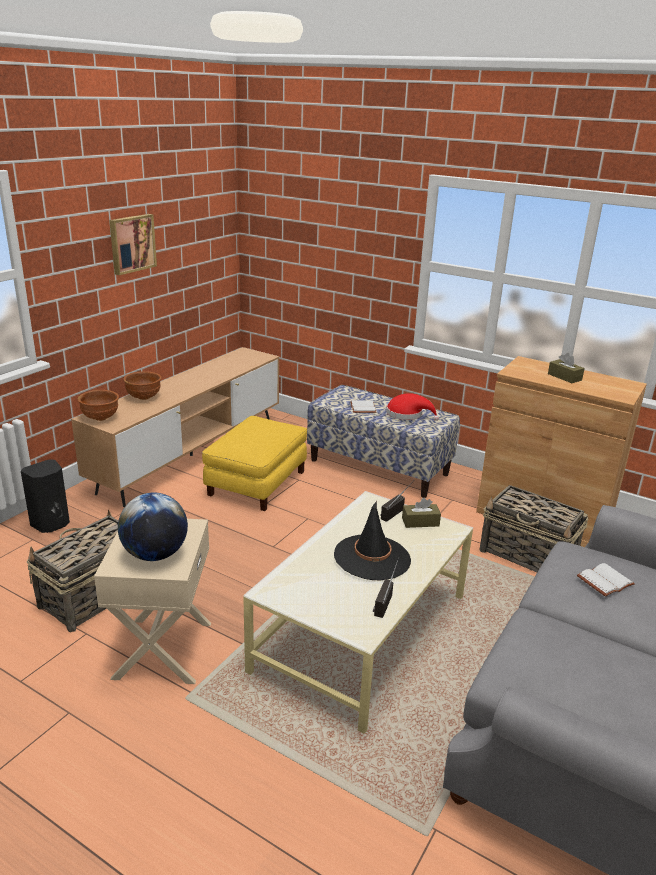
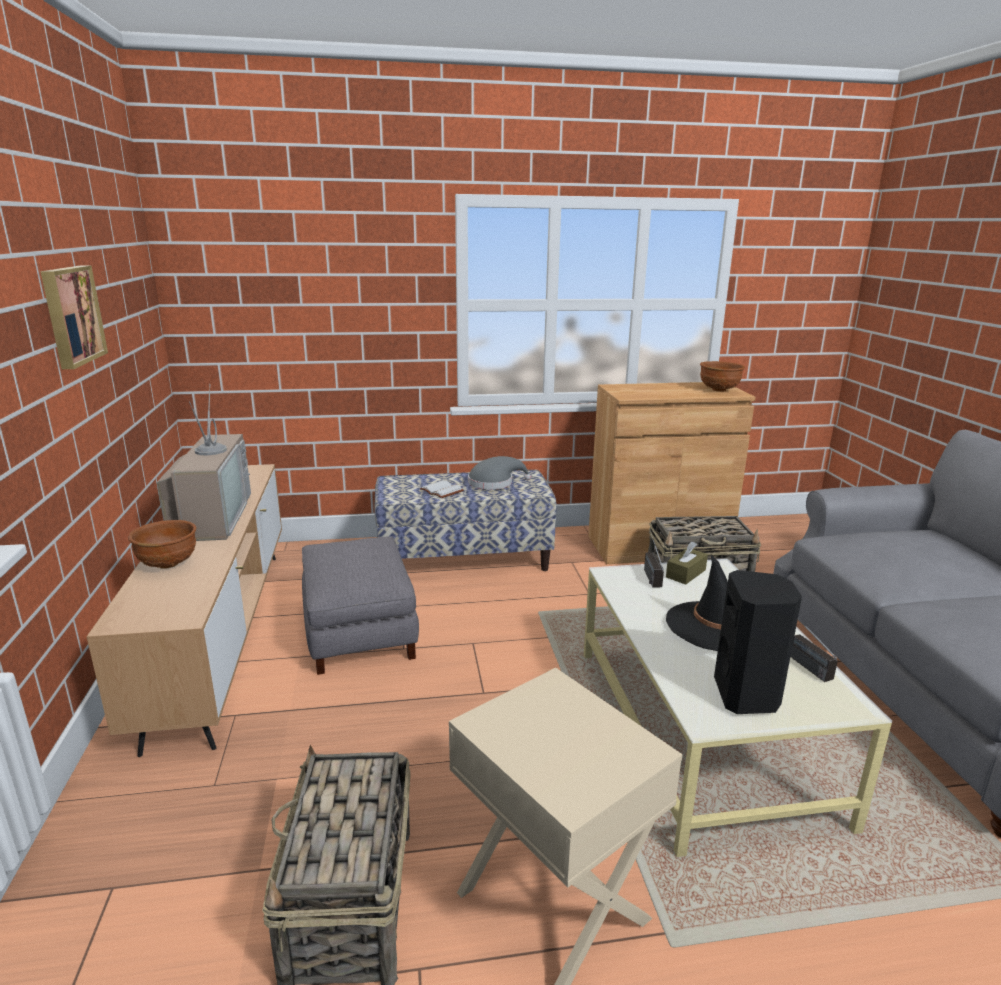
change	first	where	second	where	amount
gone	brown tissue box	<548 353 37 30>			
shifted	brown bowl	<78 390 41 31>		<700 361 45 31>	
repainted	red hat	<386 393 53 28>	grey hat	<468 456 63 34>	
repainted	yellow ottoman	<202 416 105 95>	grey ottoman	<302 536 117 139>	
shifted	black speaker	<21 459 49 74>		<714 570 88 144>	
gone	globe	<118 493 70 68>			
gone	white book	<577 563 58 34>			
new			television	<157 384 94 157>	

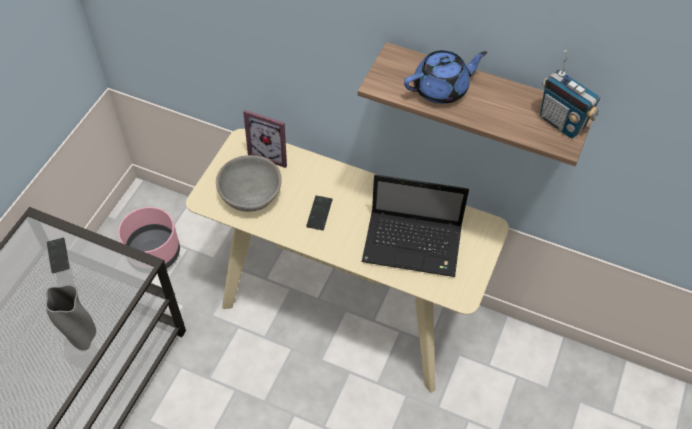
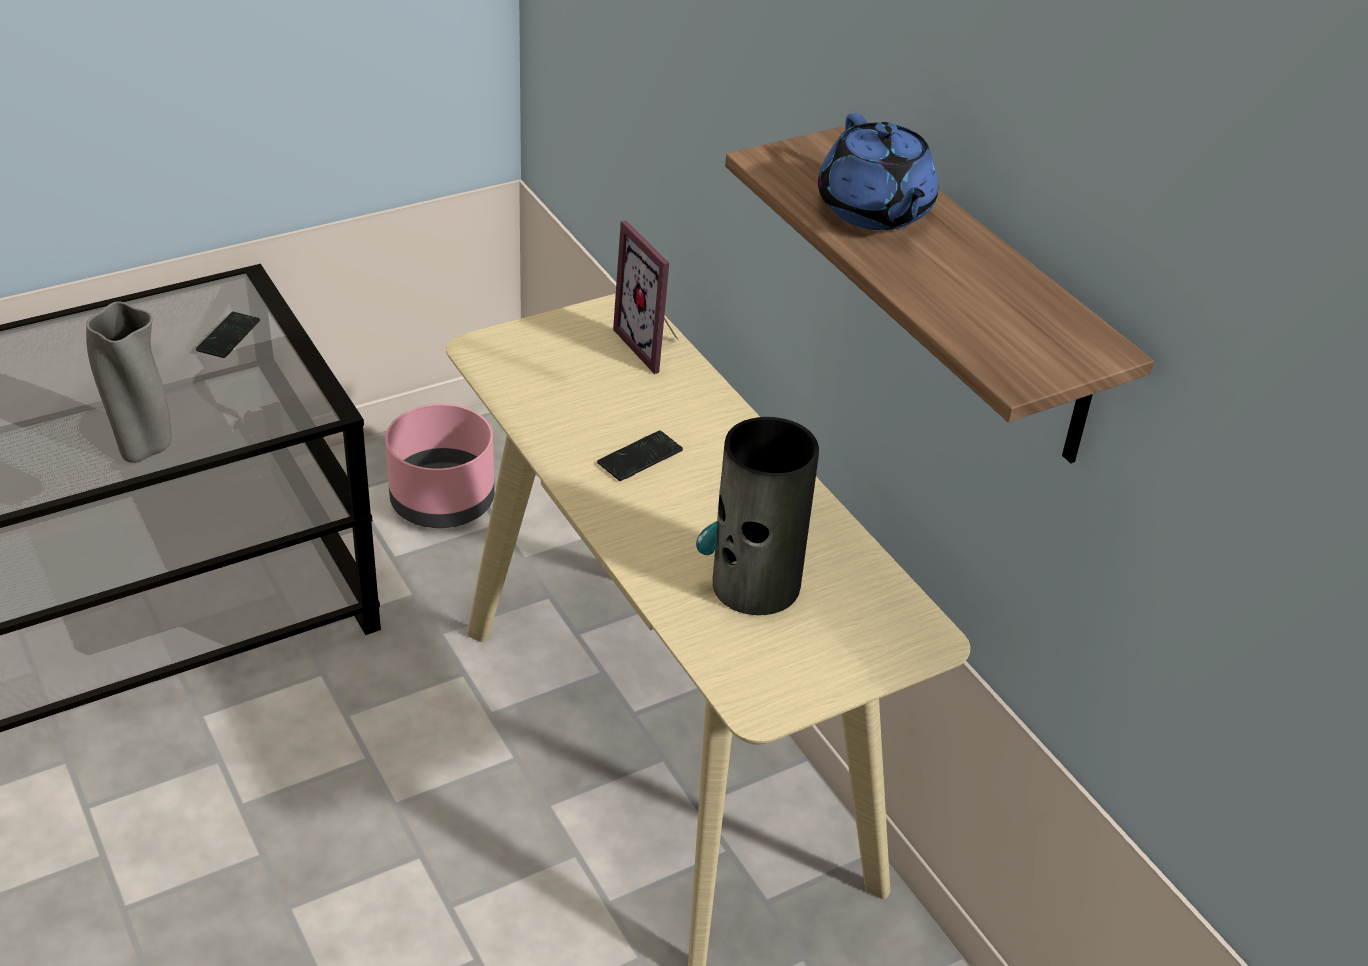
change	first	where	second	where	amount
rotated	blue teapot	<404 50 83 54>		<818 113 120 117>	60 degrees clockwise
gone	radio	<540 50 60 88>			
gone	grey bowl	<216 155 66 57>			
swapped	laptop	<362 174 107 103>	vase	<696 417 123 198>	

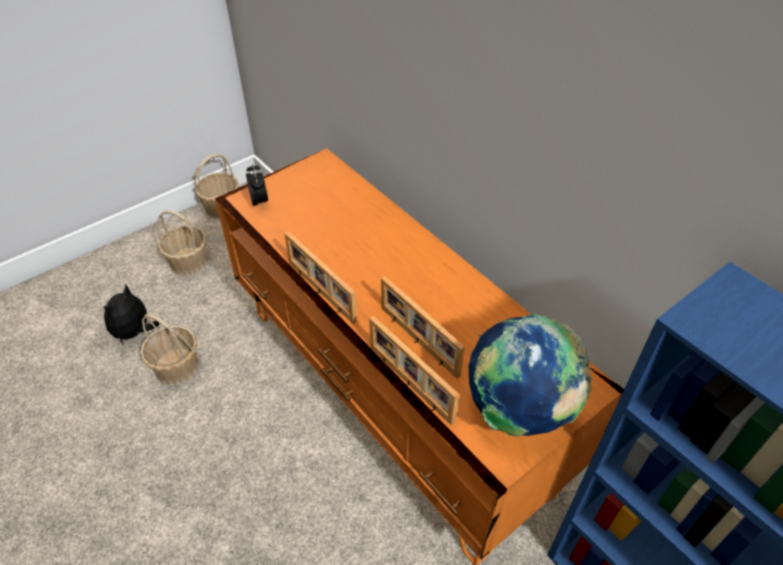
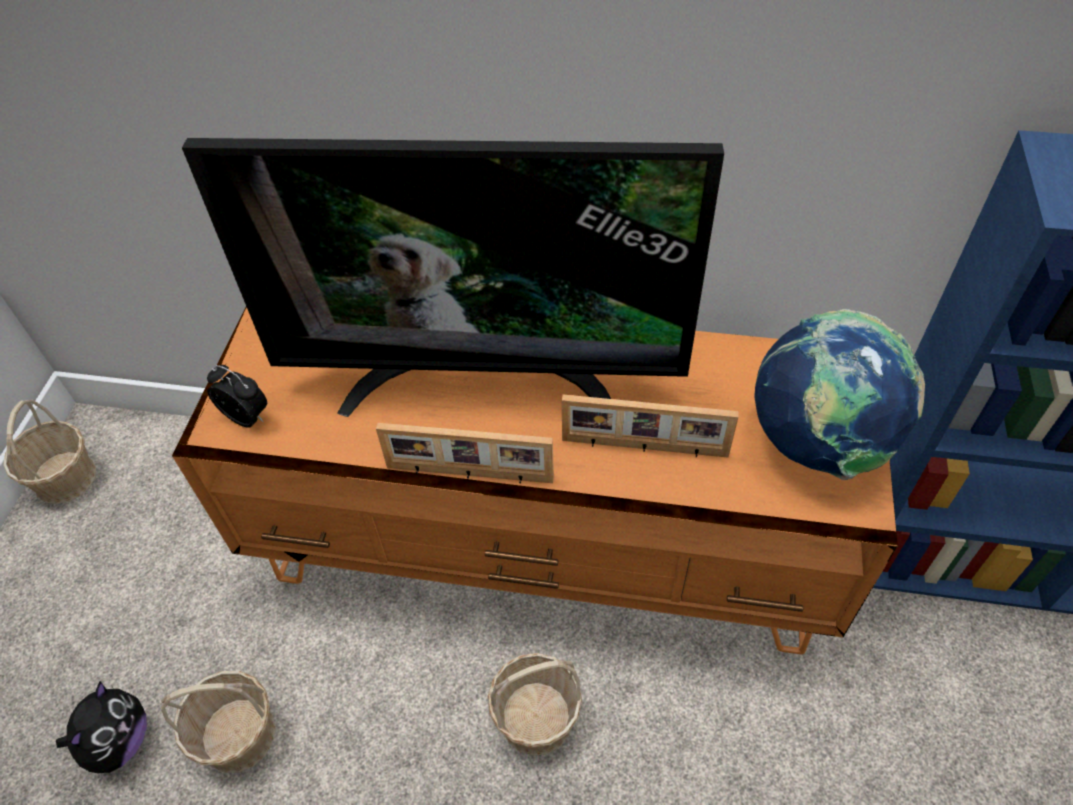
change	first	where	second	where	amount
shifted	basket	<157 210 51 66>		<488 653 94 103>	
rotated	plush toy	<103 284 57 61>		<56 681 91 92>	150 degrees counterclockwise
gone	picture frame	<369 316 90 109>			
new			television	<182 138 542 279>	

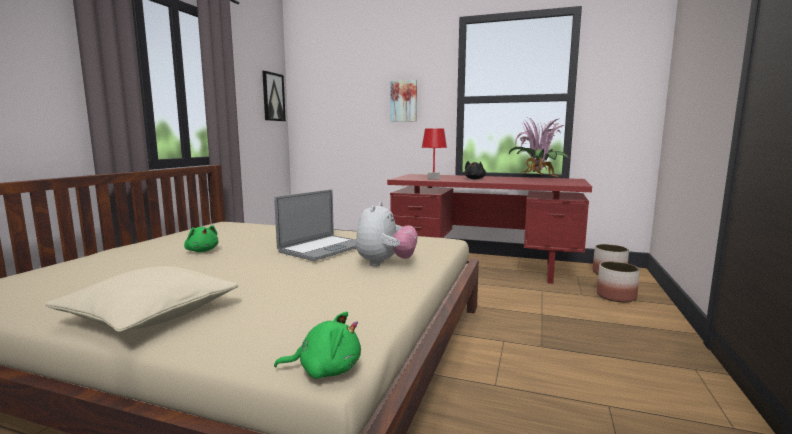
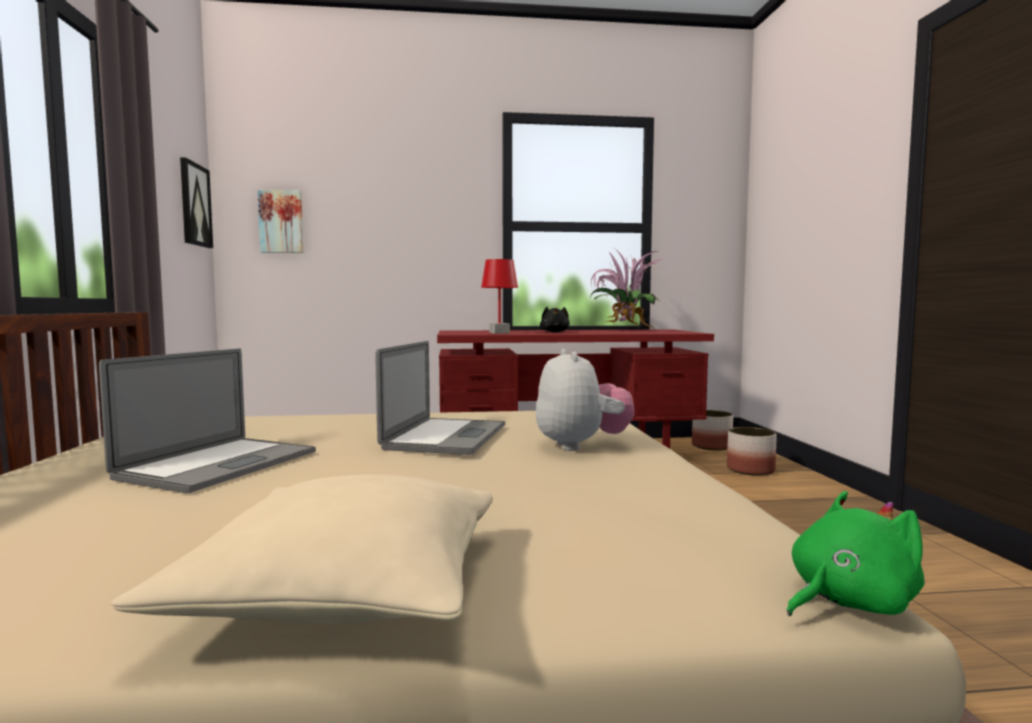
change	first	where	second	where	amount
shifted	picture	<391 80 26 42>		<258 190 45 63>	
swapped	green plush toy	<184 225 35 27>	laptop	<99 348 217 145>	

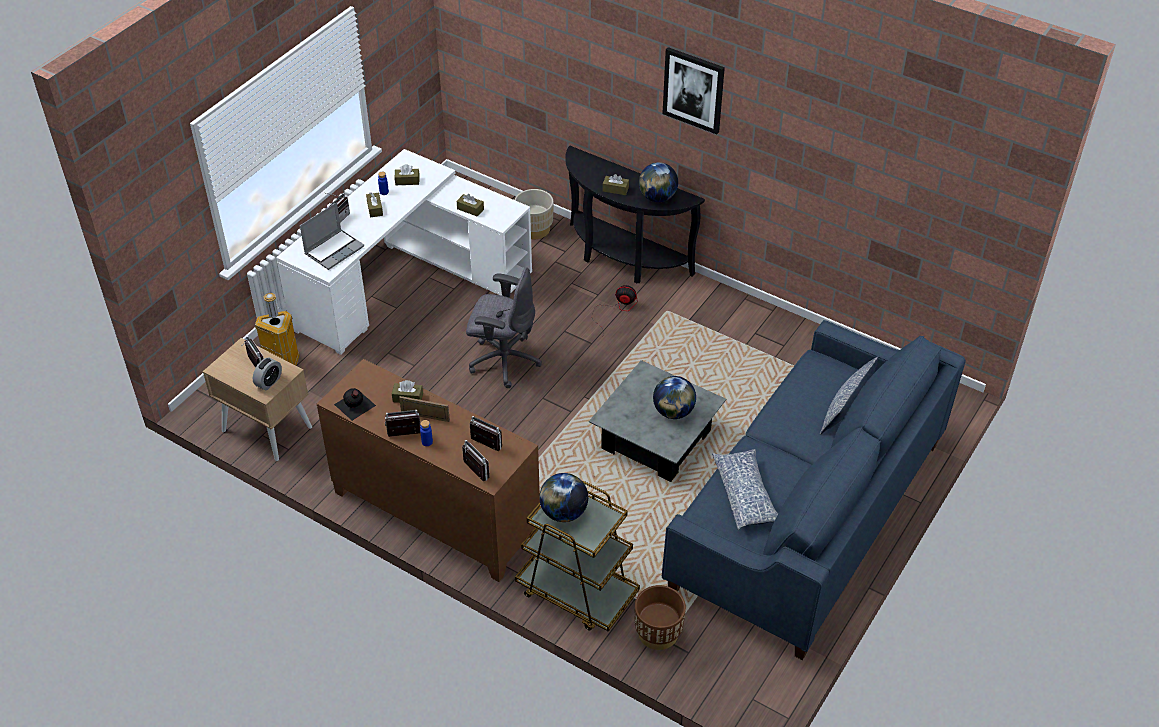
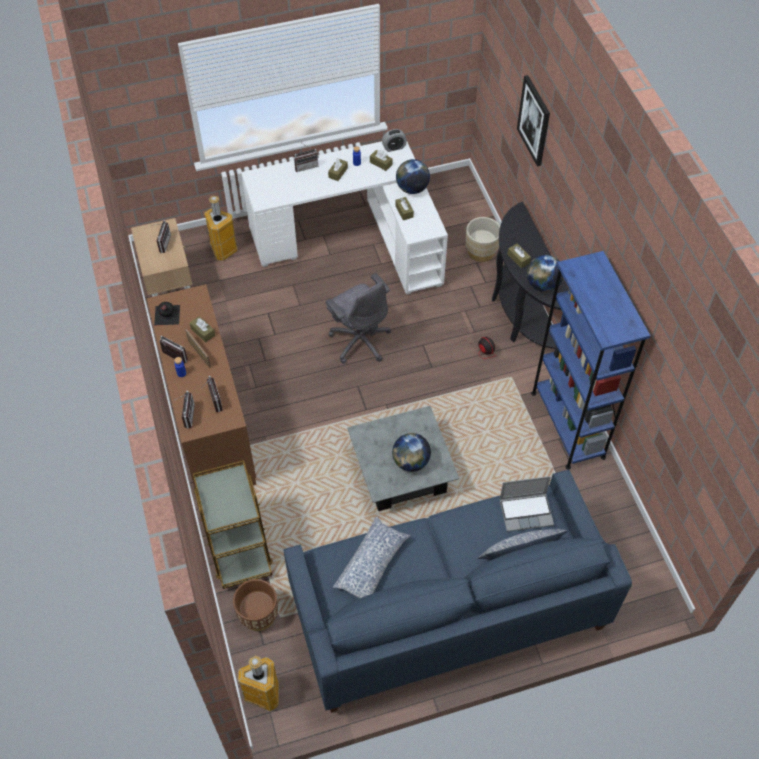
change	first	where	second	where	amount
shifted	picture	<662 47 63 87>		<517 75 33 92>	
shifted	laptop	<300 202 64 68>		<499 476 55 56>	
shifted	alarm clock	<253 358 29 32>		<382 129 25 23>	
shifted	globe	<539 473 49 49>		<396 159 34 35>	
new			blue bookcase	<531 251 120 218>	
new			trash can	<238 656 41 55>	

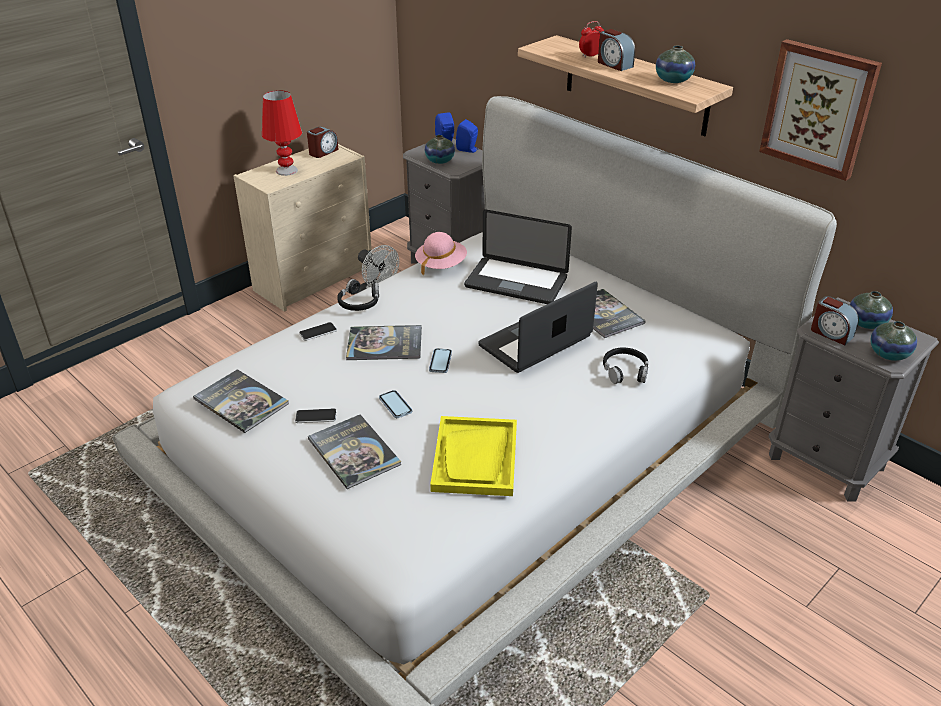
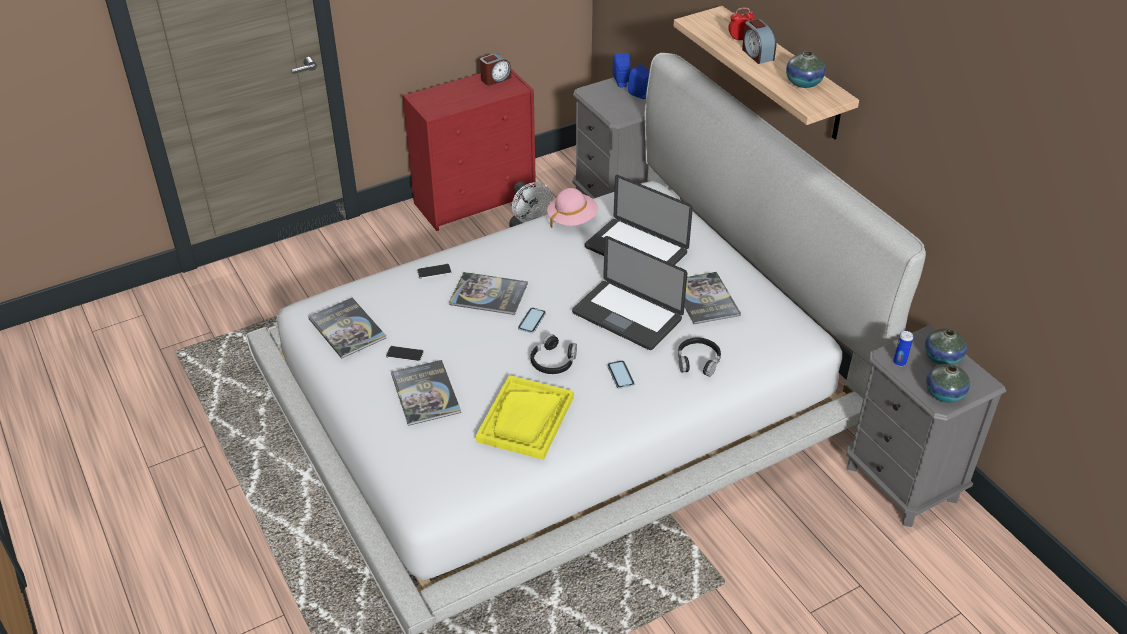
change	first	where	second	where	amount
gone	picture	<759 39 123 142>			
gone	red table lamp	<262 90 40 86>			
gone	vase	<425 135 30 29>			
repainted	beige dresser	<233 144 139 168>	red dresser	<402 69 134 162>	
shifted	black headphones	<337 279 42 32>		<530 334 47 40>	
rotated	laptop	<479 282 119 91>		<572 236 115 114>	120 degrees counterclockwise
swapped	alarm clock	<811 296 48 49>	can	<893 331 20 35>	
shifted	phone	<379 390 33 28>		<607 360 28 29>	

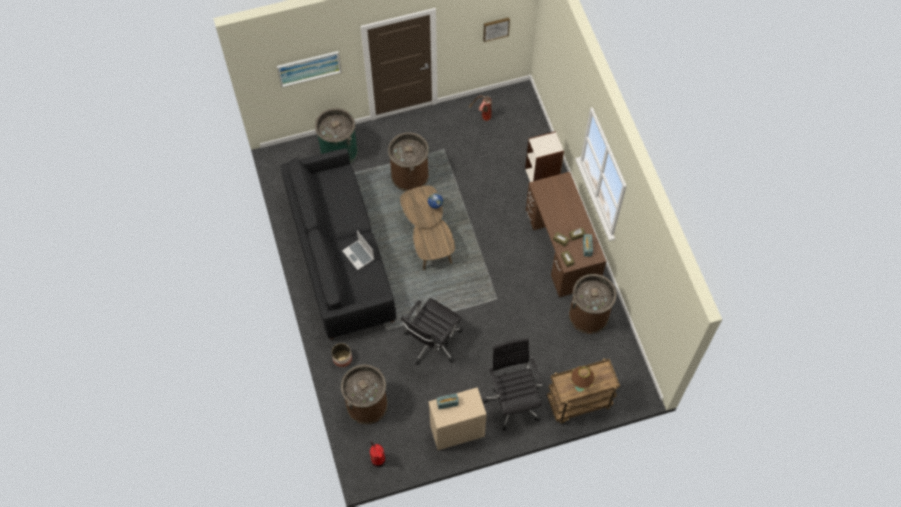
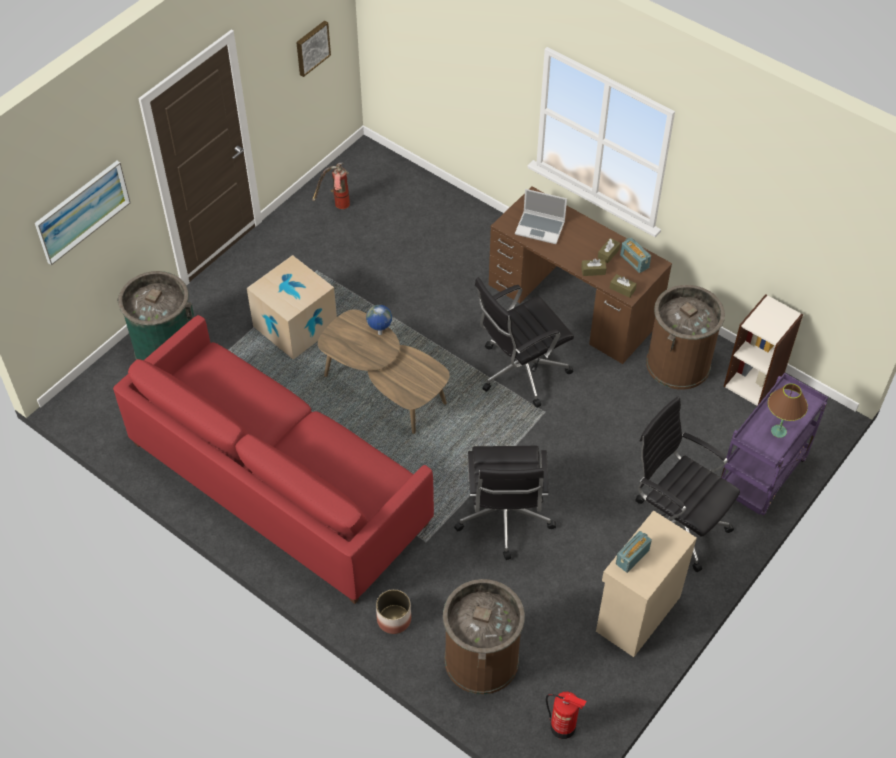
change	first	where	second	where	amount
shifted	bookcase	<525 131 39 51>		<723 294 80 112>	
swapped	brown trash can	<388 132 41 59>	cardboard box	<247 255 90 104>	
repainted	black sofa	<281 148 115 192>	red sofa	<113 315 321 289>	
shifted	laptop	<342 231 32 39>		<515 189 52 55>	
repainted	brown cart	<547 358 73 66>	purple cart	<721 373 107 143>	
new			black office chair	<475 277 99 131>	

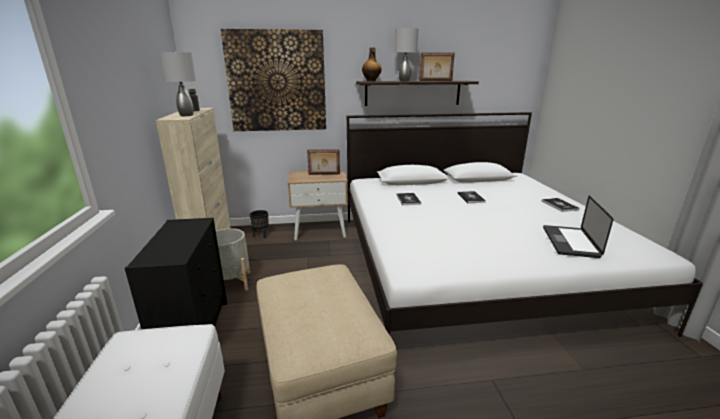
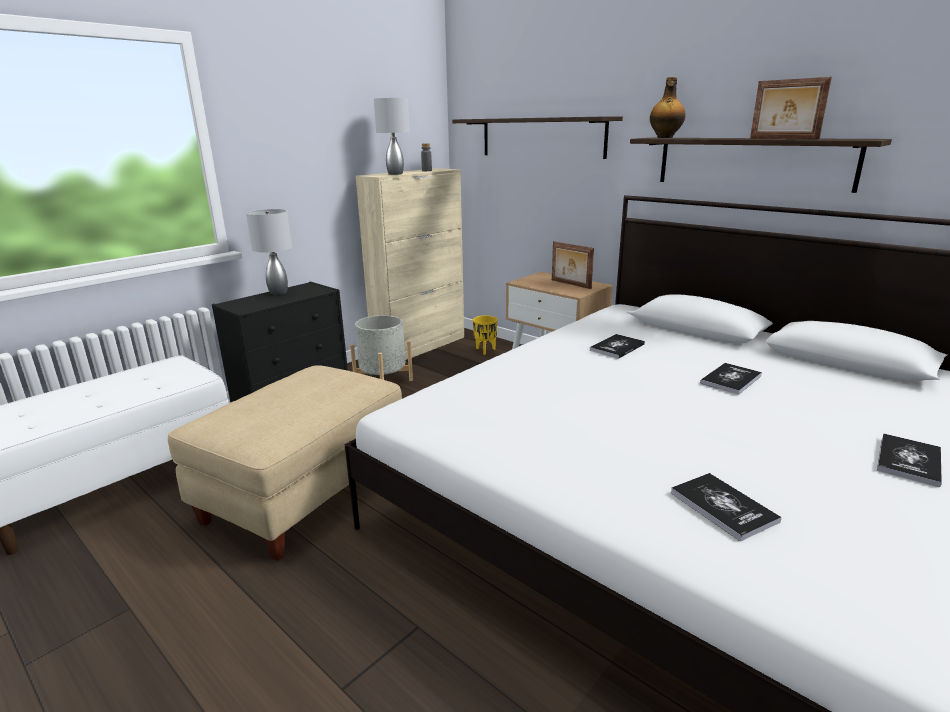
change	first	where	second	where	amount
shifted	grey table lamp	<394 28 24 53>		<246 209 46 86>	
swapped	picture	<221 29 105 102>	shelf	<452 116 171 43>	
swapped	laptop	<543 196 70 62>	book	<671 473 110 69>	
repainted	black planter	<250 210 19 28>	yellow planter	<473 315 25 40>	

